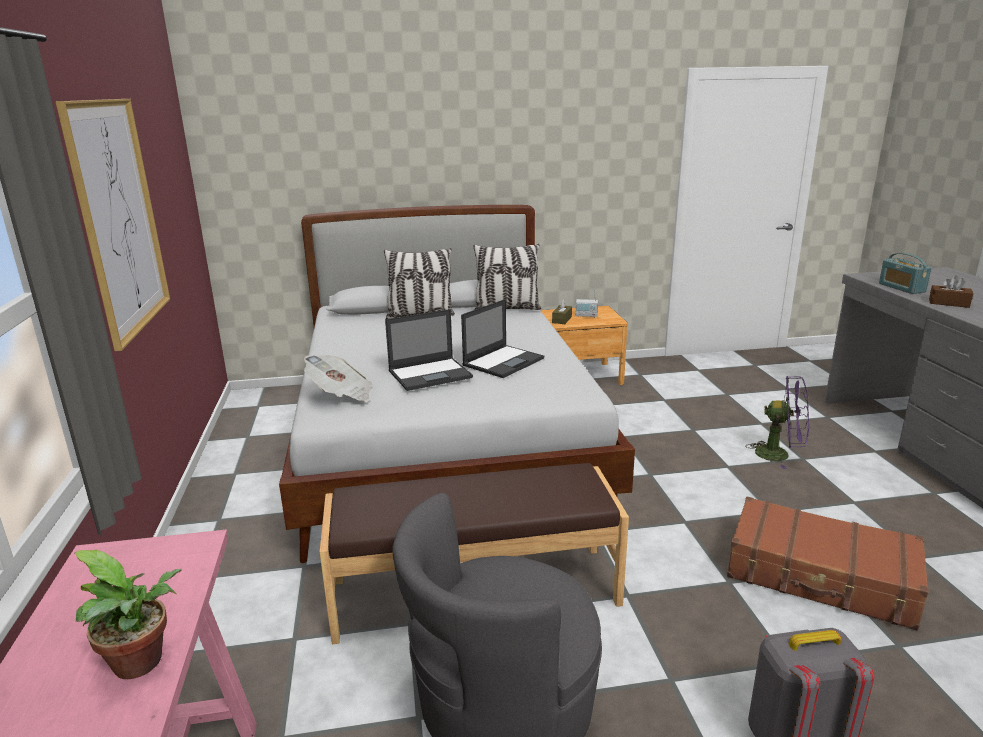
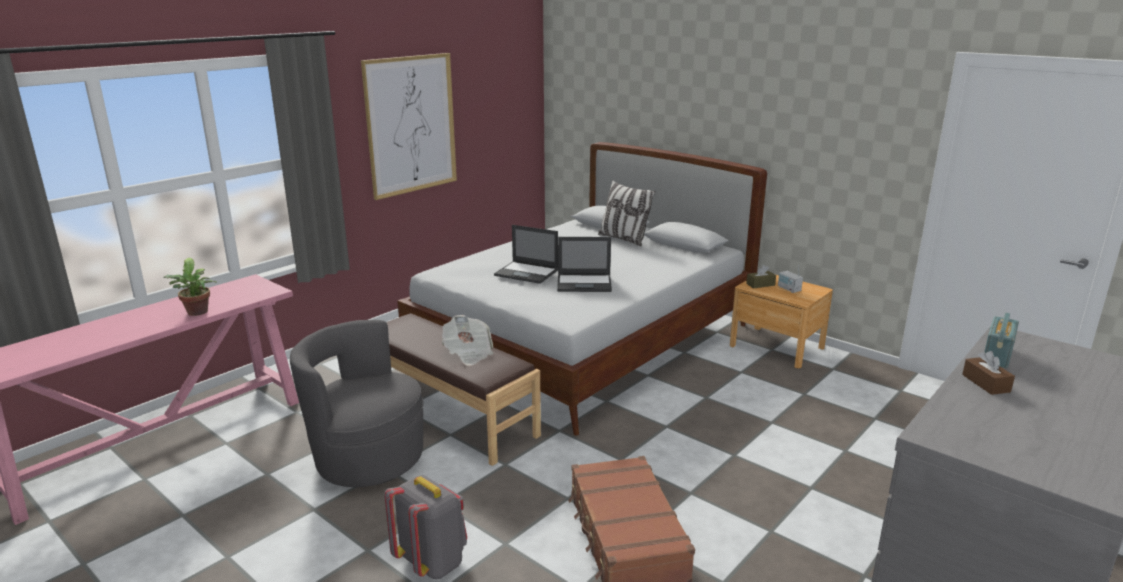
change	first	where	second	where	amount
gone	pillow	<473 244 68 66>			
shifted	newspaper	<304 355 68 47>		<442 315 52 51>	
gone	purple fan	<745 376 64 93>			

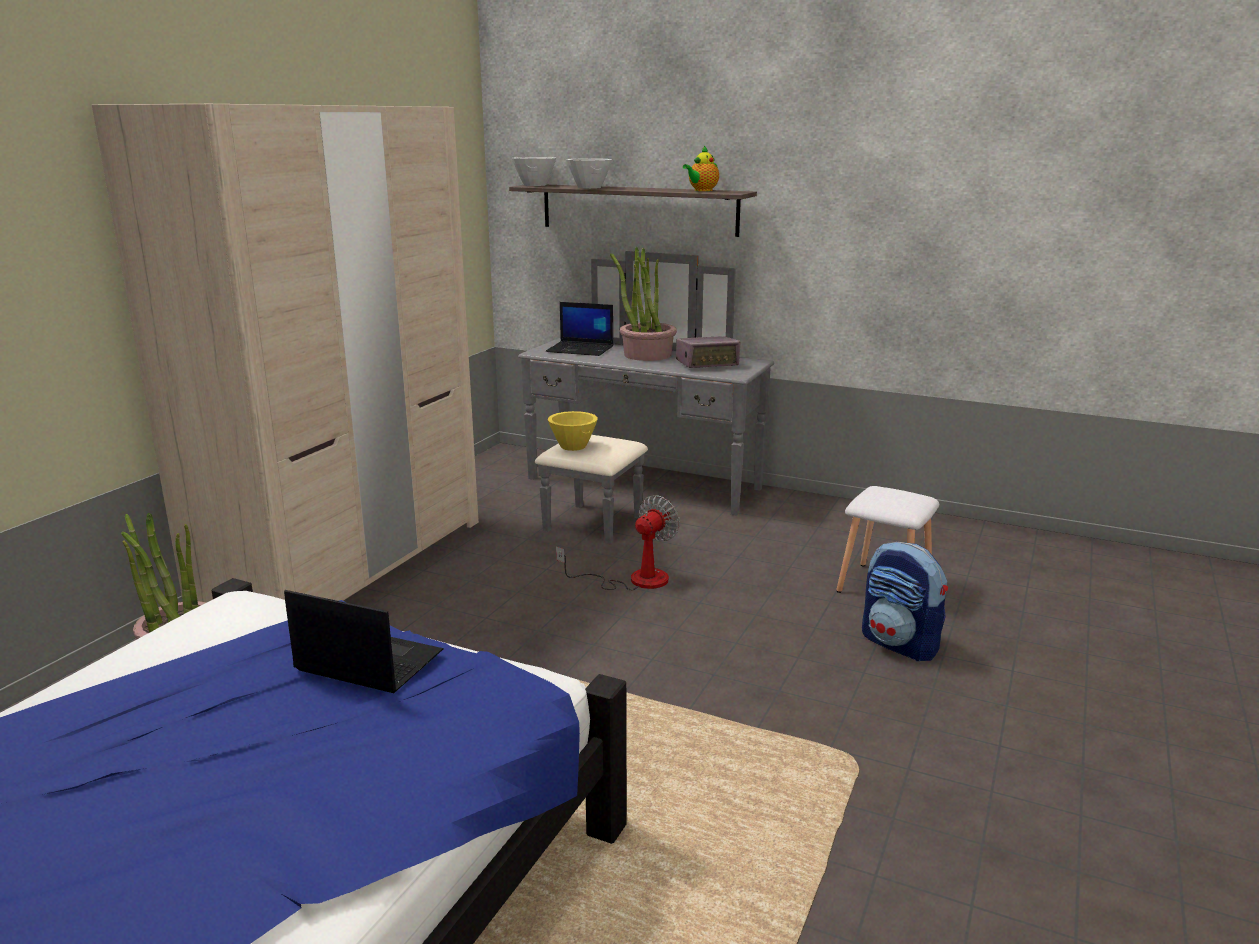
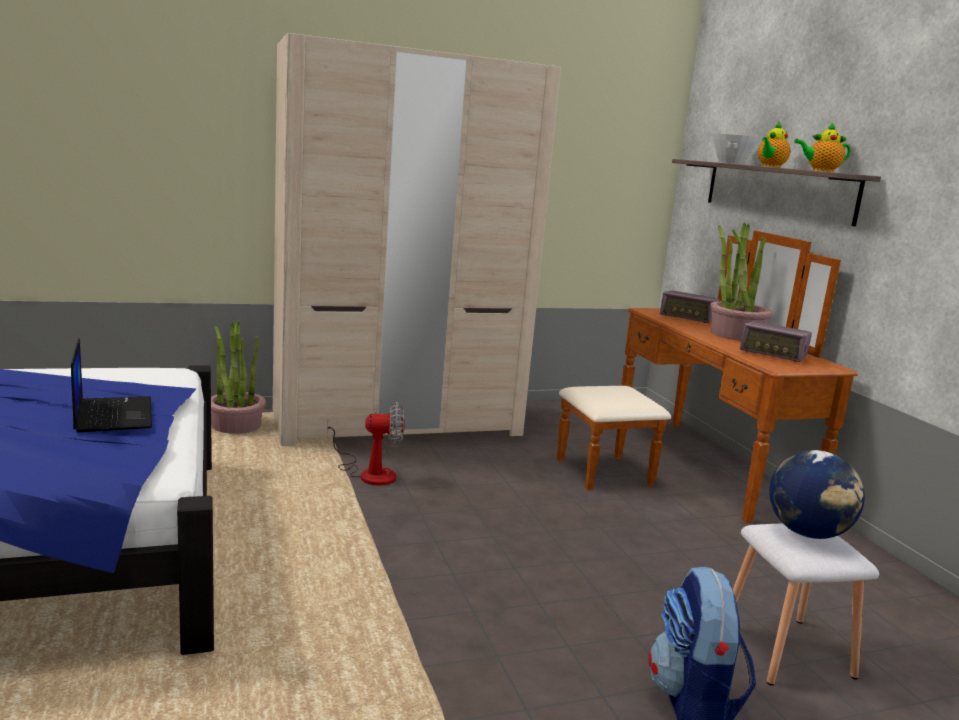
change	first	where	second	where	amount
gone	white bowl	<512 157 44 29>			
repainted	grey dresser	<518 251 256 293>	brown dresser	<557 231 301 292>	
swapped	laptop	<546 302 67 54>	radio	<660 290 59 33>	
gone	yellow bowl	<548 411 49 40>			
shifted	fan	<556 495 124 95>		<327 402 78 84>	
new			teapot	<758 122 33 46>	
new			globe	<769 450 96 89>	

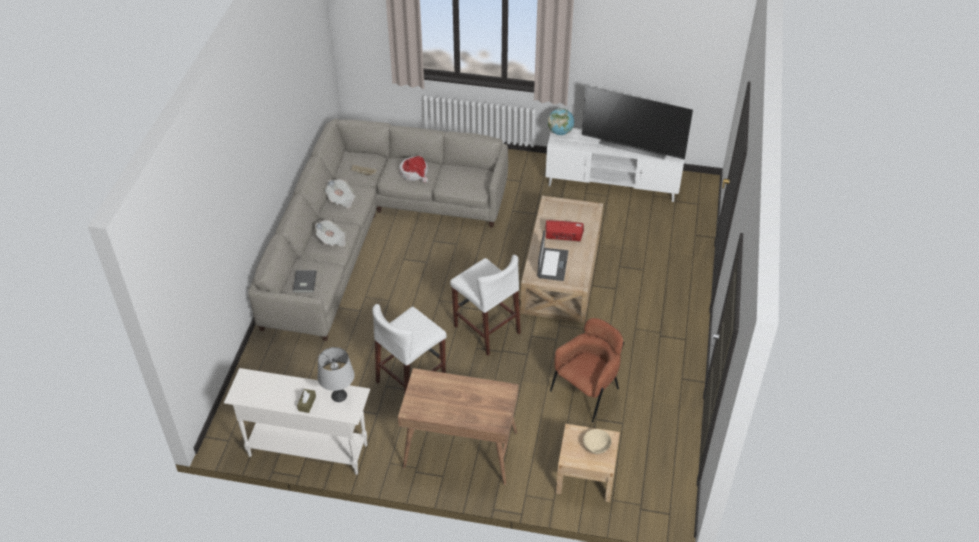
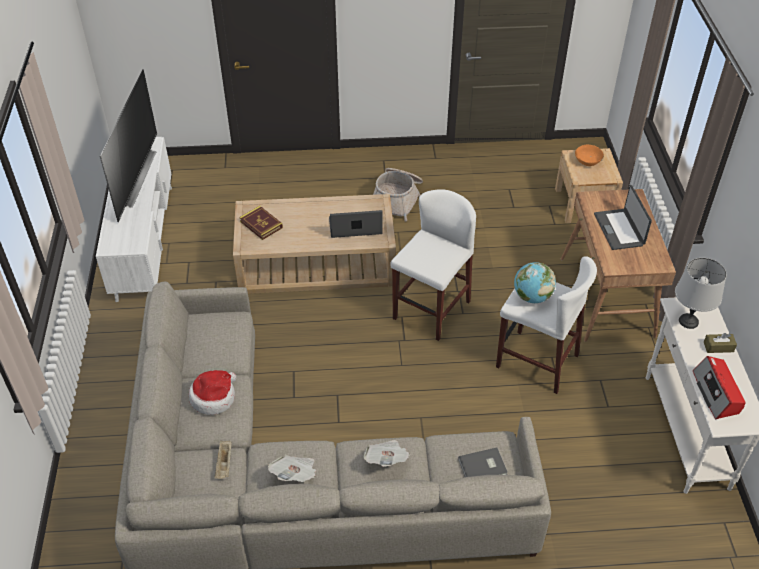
change	first	where	second	where	amount
shifted	globe	<548 108 26 27>		<514 262 42 41>	
shifted	radio	<545 220 39 21>		<693 356 52 63>	
gone	brown armchair	<550 318 74 105>			
repainted	beige bowl	<583 429 29 25>	orange bowl	<575 145 29 21>	
new			basket	<373 168 50 54>	
new			laptop	<594 185 58 65>	
new			book	<239 206 44 34>	

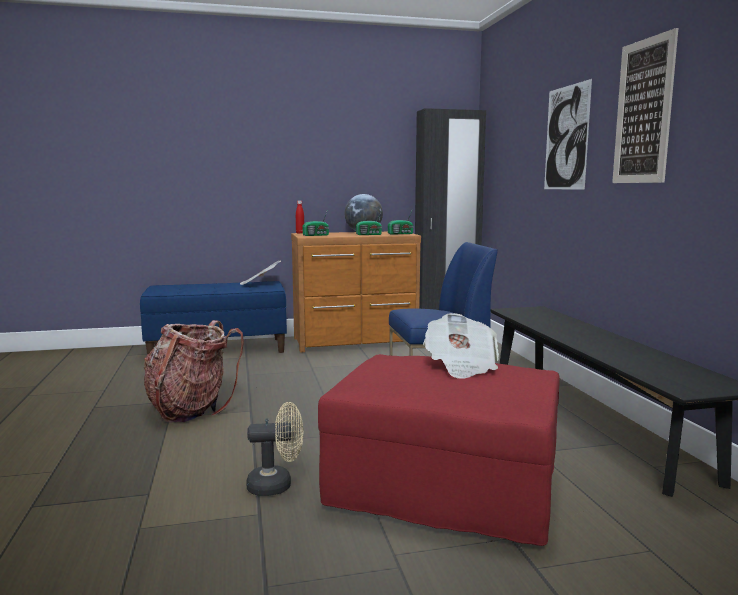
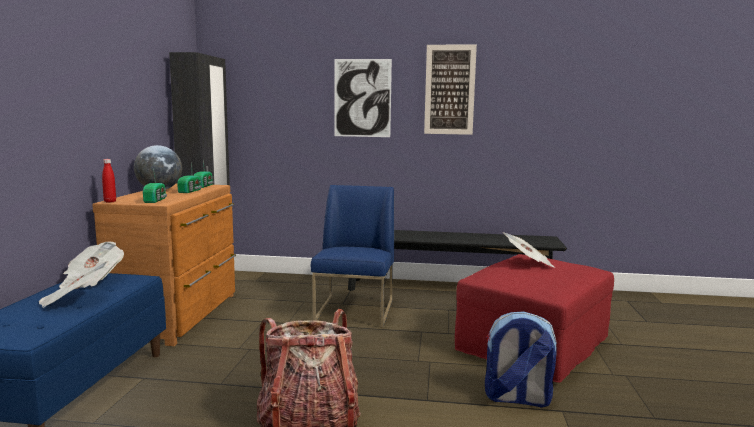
change	first	where	second	where	amount
swapped	beige fan	<246 402 57 94>	backpack	<485 311 72 96>	
new			newspaper	<39 261 70 47>	

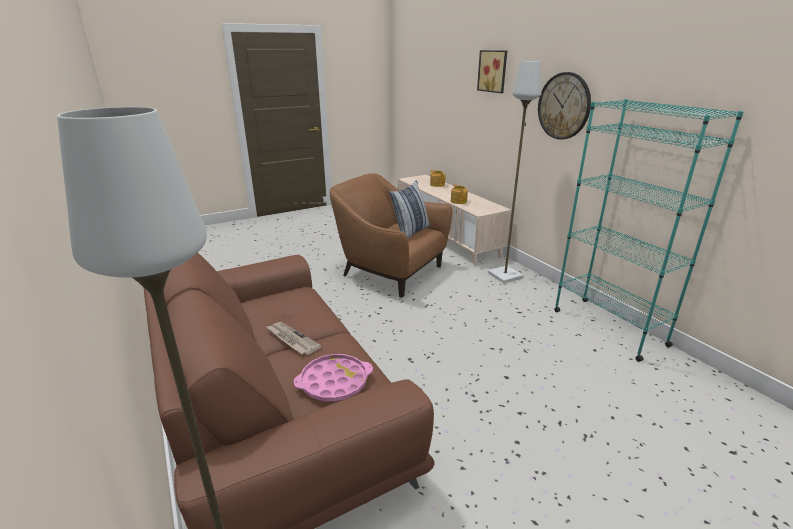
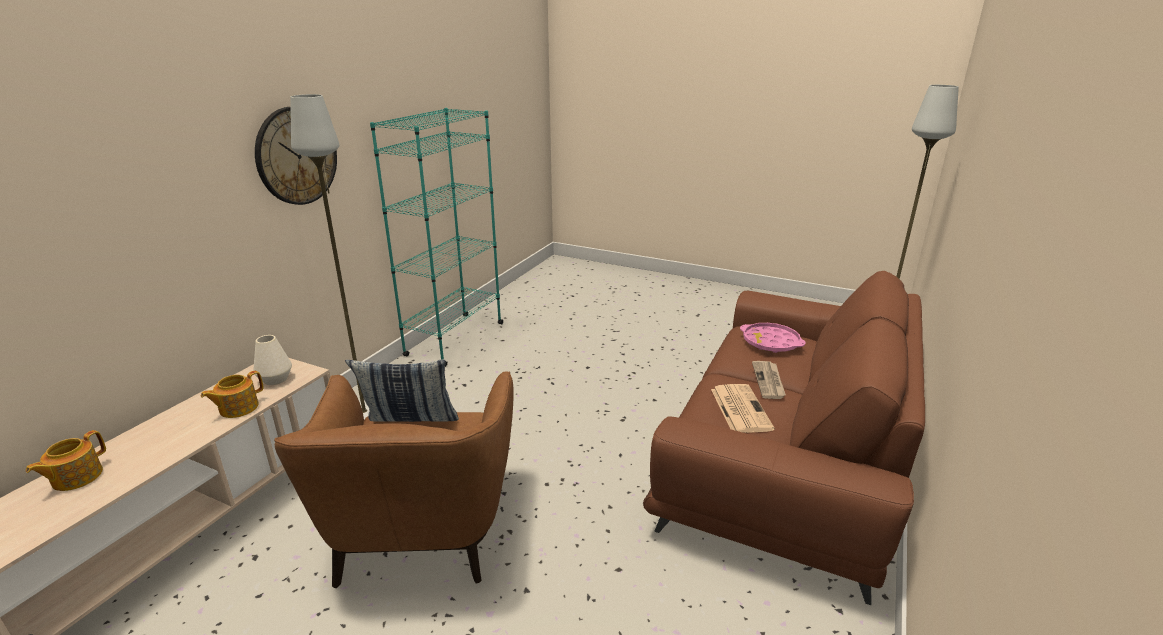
change	first	where	second	where	amount
gone	picture	<477 50 30 43>			
new			white vase	<253 335 39 50>	
new			newspaper	<711 384 64 49>	

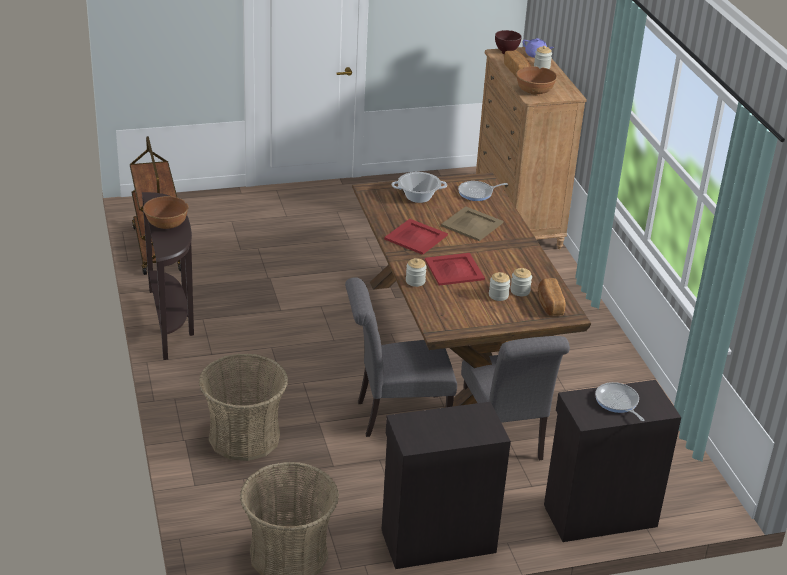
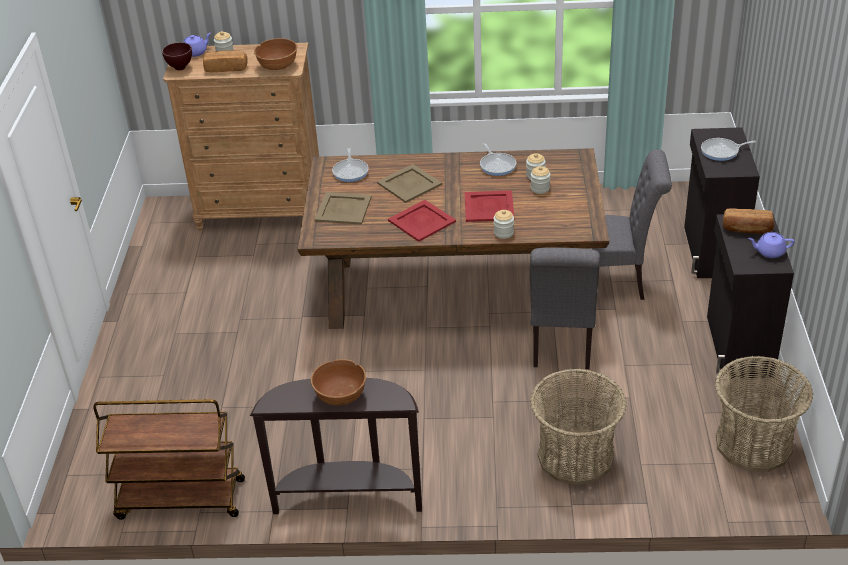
change	first	where	second	where	amount
swapped	cooking pot	<392 172 55 31>	beige tray	<314 192 58 33>	
shifted	bread	<538 278 28 38>		<723 208 51 26>	
new			frying pan	<480 143 36 33>	
new			purple teapot	<748 232 47 26>	

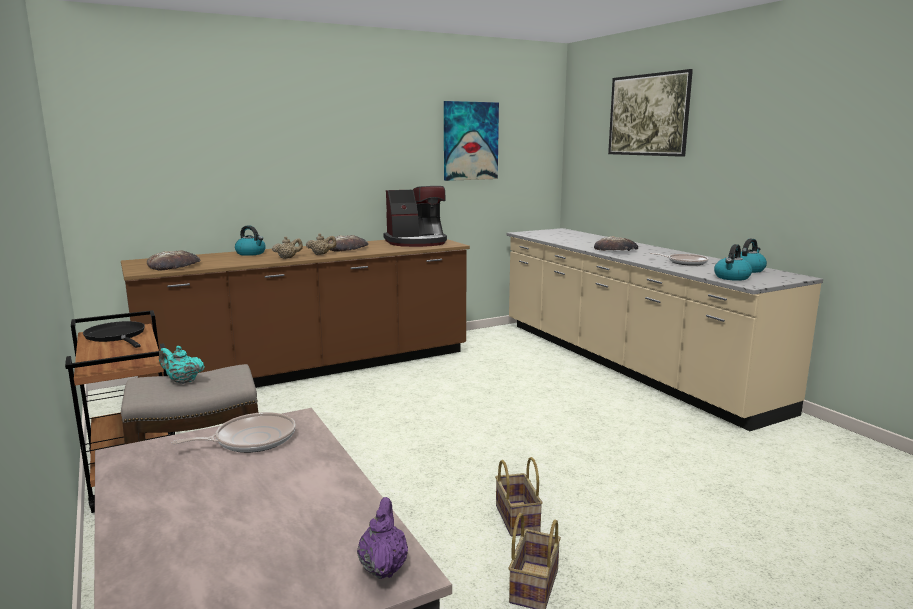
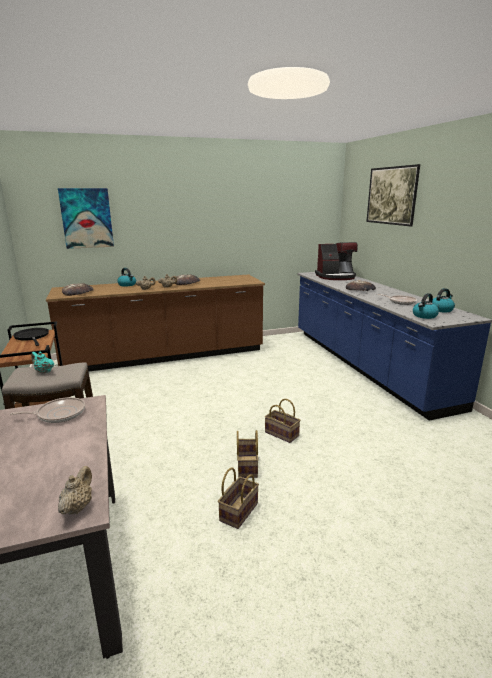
change	first	where	second	where	amount
shifted	picture	<444 101 55 80>		<58 188 56 61>	
shifted	coffee machine	<383 186 64 61>		<315 242 43 38>	
repainted	beige counter	<507 228 316 203>	blue counter	<297 272 195 149>	
repainted	purple teapot	<357 497 51 82>	beige teapot	<58 466 34 49>	
new			basket	<265 399 35 44>	

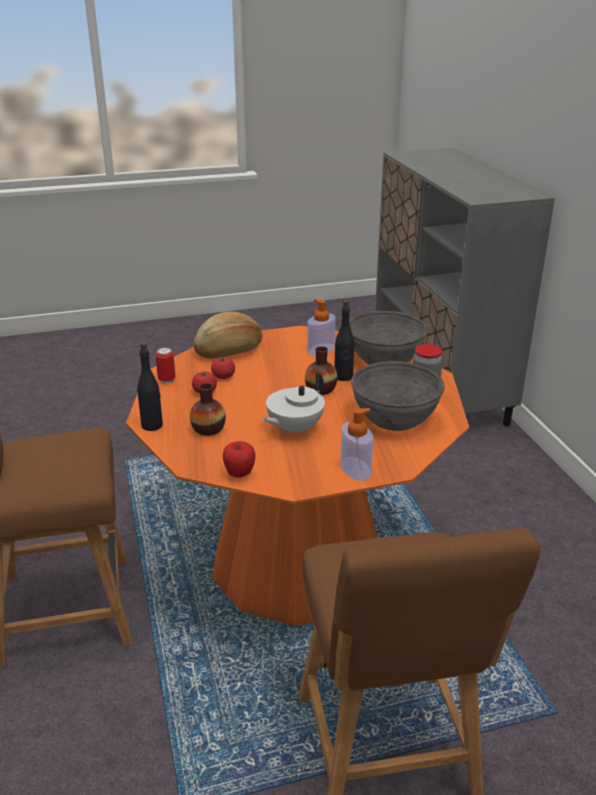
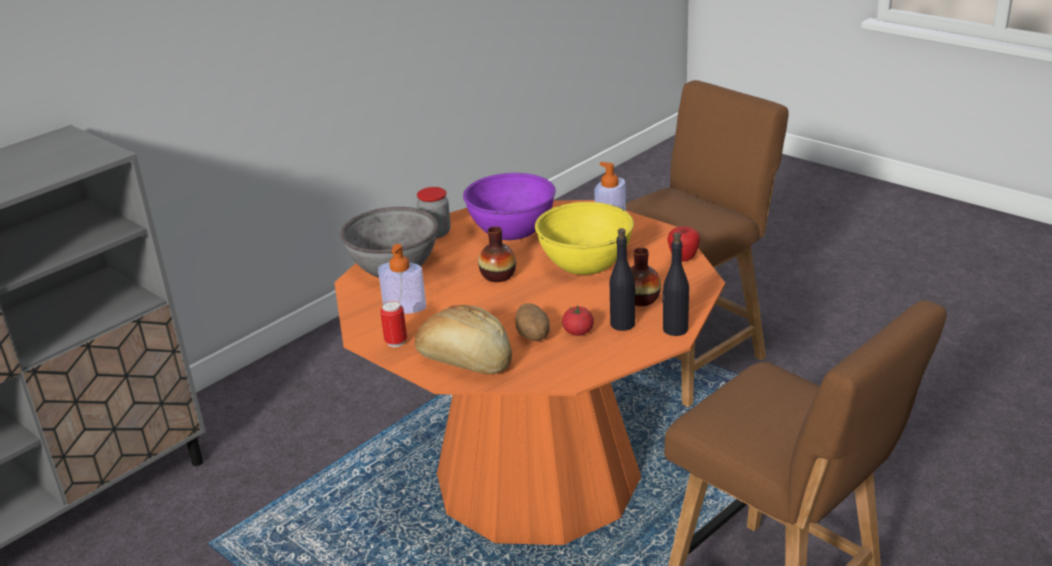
change	first	where	second	where	amount
shifted	black bottle	<334 300 20 81>		<610 228 25 103>	
shifted	can	<156 348 20 36>		<380 301 27 46>	
swapped	tomato	<211 357 24 22>	potato	<515 303 35 38>	
repainted	grey bowl	<351 361 94 70>	purple bowl	<463 173 93 67>	
swapped	white teapot	<262 372 63 63>	yellow bowl	<535 202 99 73>	

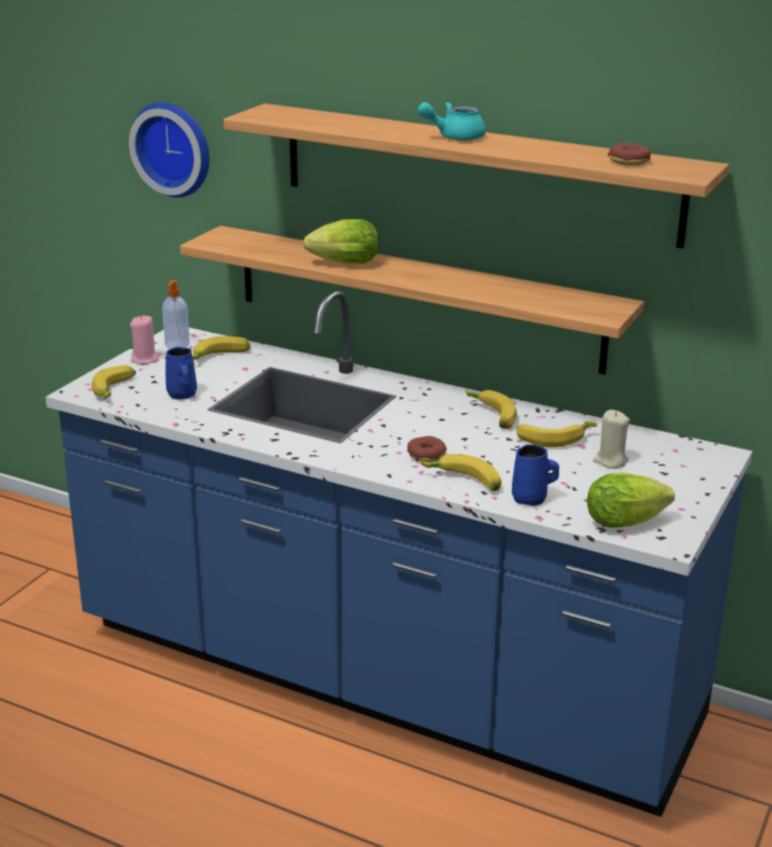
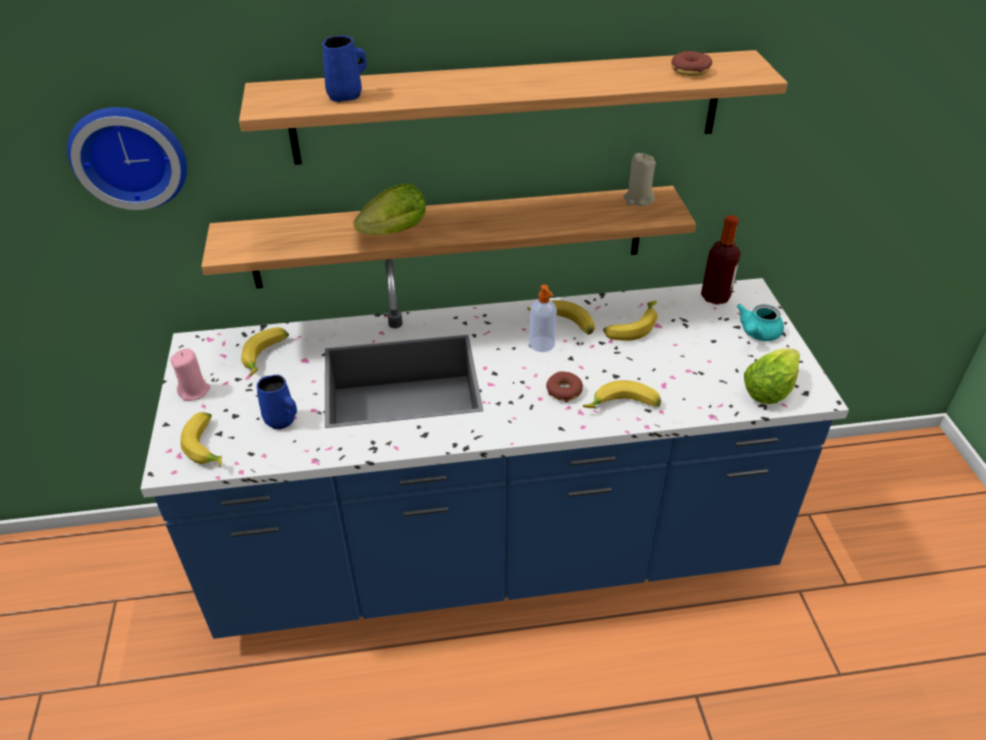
change	first	where	second	where	amount
shifted	turquoise teapot	<418 102 68 39>		<737 304 47 37>	
shifted	soap dispenser	<162 280 28 69>		<529 284 28 68>	
shifted	beige candle	<593 410 37 58>		<623 153 33 53>	
shifted	blue mug	<512 444 47 62>		<322 35 45 67>	
new			bottle	<701 215 39 90>	

